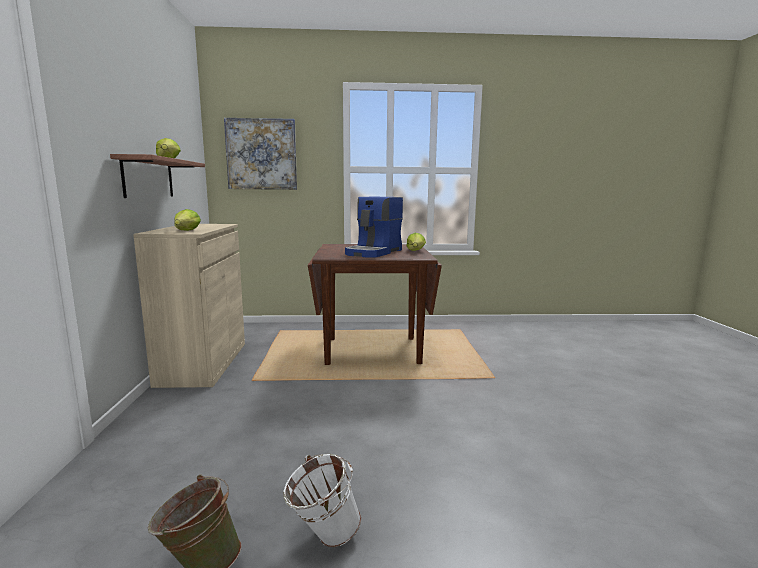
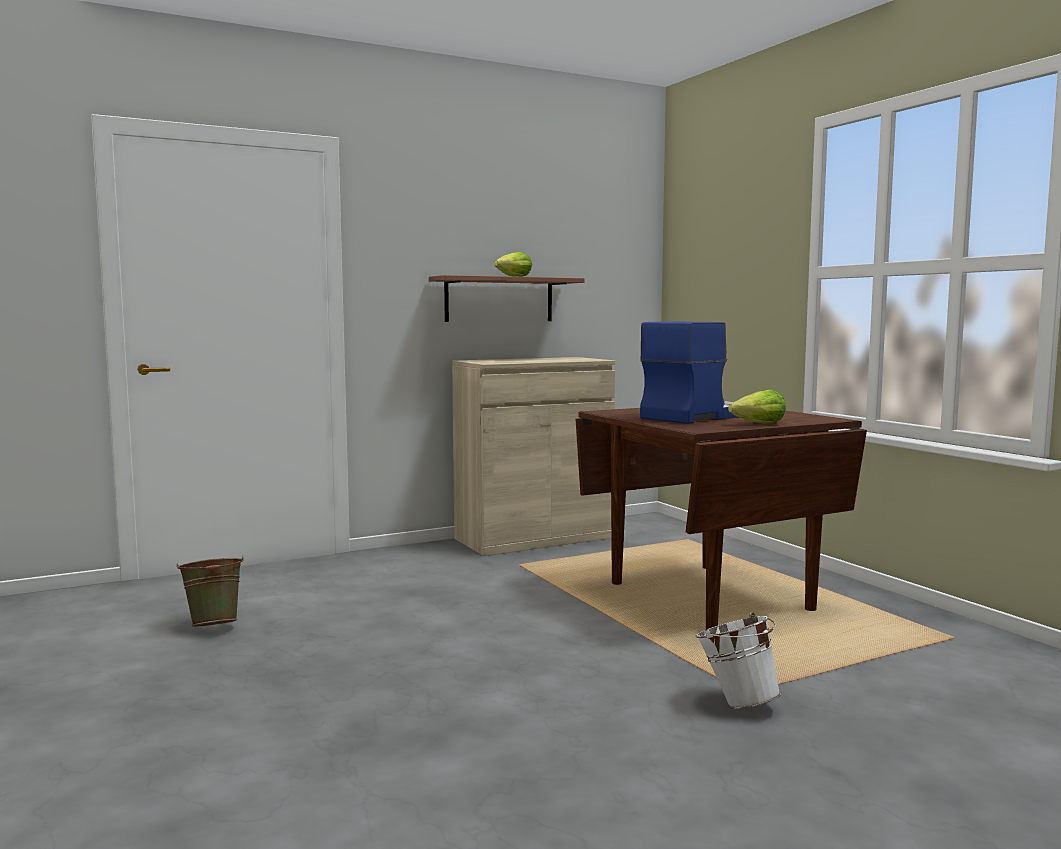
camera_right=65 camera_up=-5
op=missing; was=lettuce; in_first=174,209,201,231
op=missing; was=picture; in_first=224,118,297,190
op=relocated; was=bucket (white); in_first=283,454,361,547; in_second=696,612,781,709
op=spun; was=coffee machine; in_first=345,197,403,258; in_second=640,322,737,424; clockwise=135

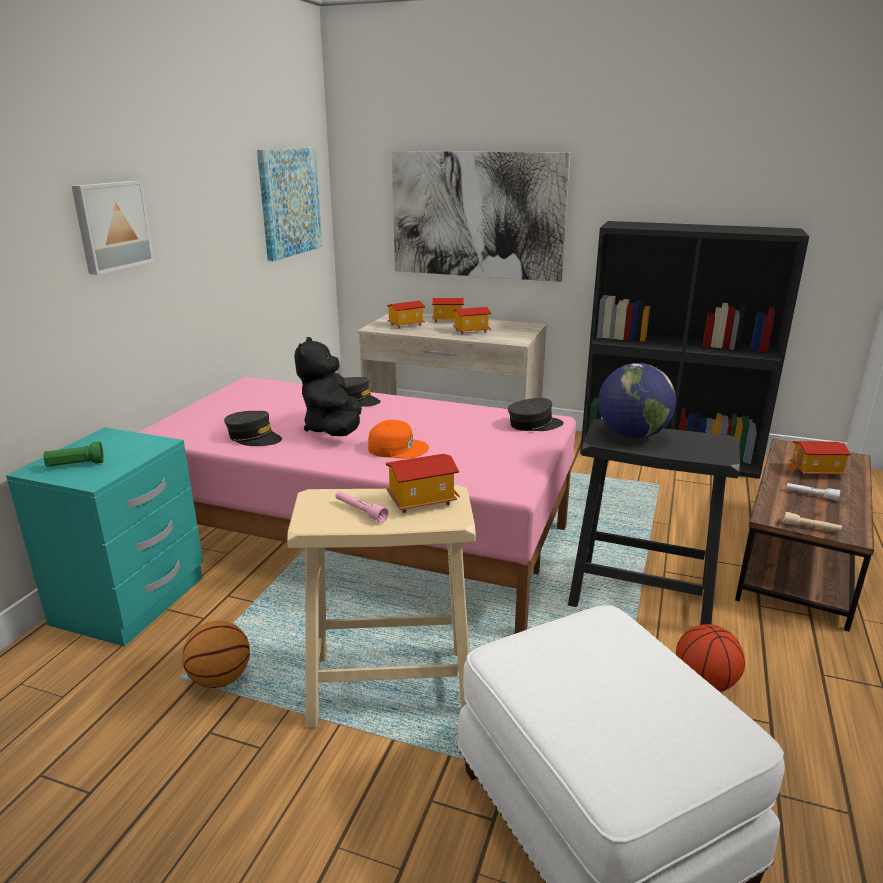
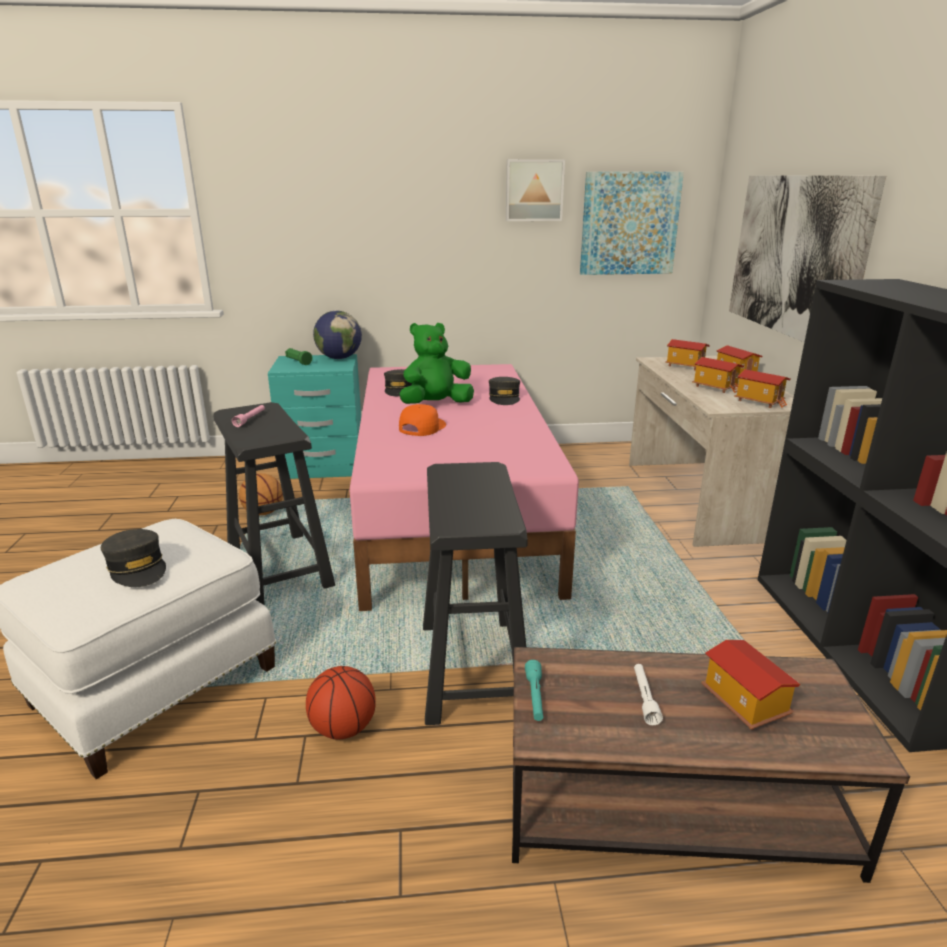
camera_right=65 camera_up=0
op=relocated; was=picture; in_first=72,181,154,275; in_second=506,159,565,221
op=colour; was=stool (beige); now=stool (black); in_first=287,485,476,727; in_second=213,402,335,605
op=colour; was=plush toy (black); now=plush toy (green); in_first=294,337,362,436; in_second=399,323,474,404
op=spun; was=cap (orange); in_first=368,420,429,459; in_second=399,404,446,436; clockwise=-135
op=relocated; was=toy house; in_first=386,454,460,513; in_second=734,369,790,408
op=relocated; was=cap (grey); in_first=508,398,564,431; in_second=101,529,166,587
op=relocated; was=globe; in_first=599,363,676,439; in_second=313,311,362,359
op=colour; was=flashlight (beige); now=flashlight (turquoise); in_first=783,512,842,532; in_second=525,660,543,721

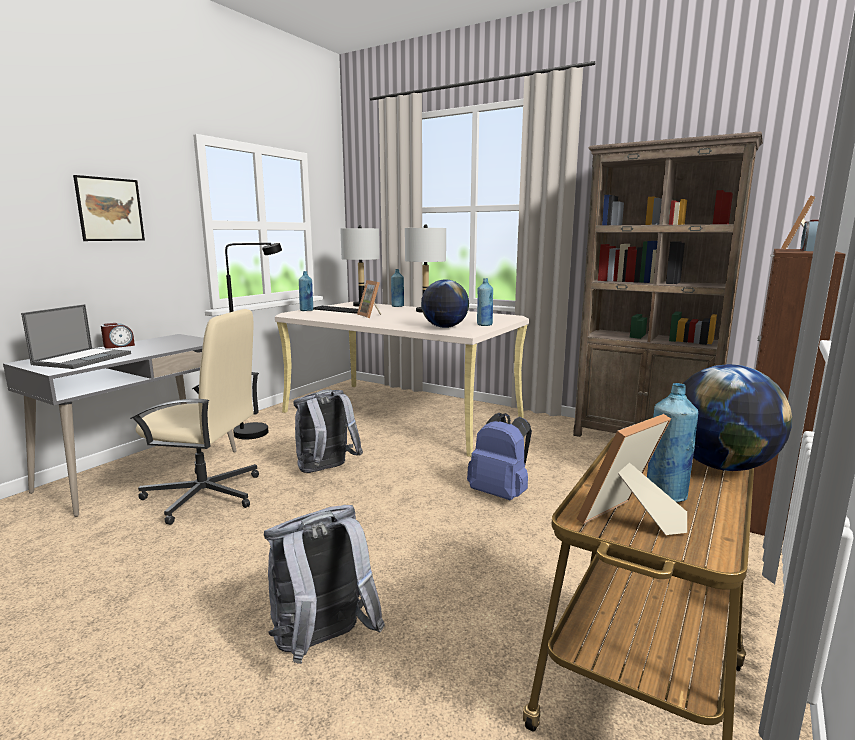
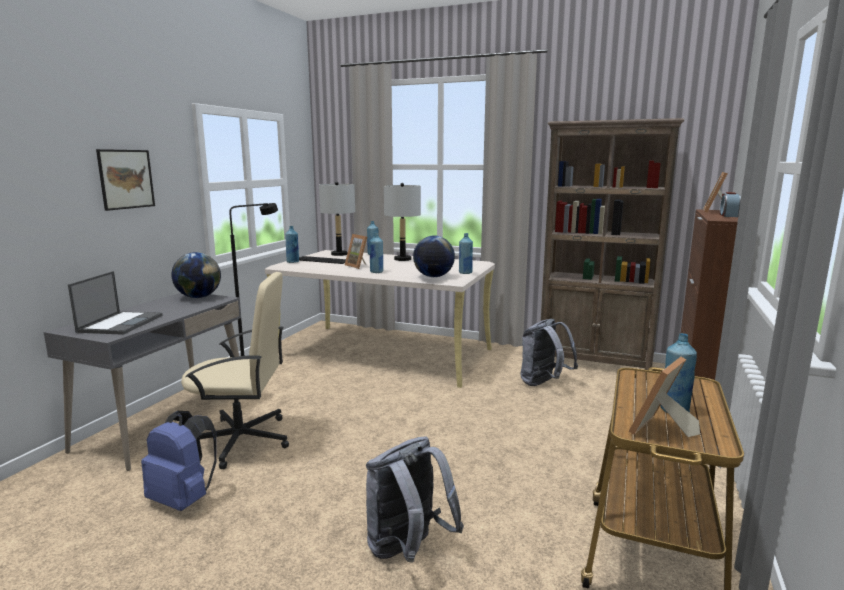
camera_right=-10 camera_up=0
op=missing; was=alarm clock; in_first=101,323,135,349
op=relocated; was=backpack (grey); in_first=293,389,363,473; in_second=521,319,578,386
op=relocated; was=backpack (blue); in_first=467,413,532,500; in_second=141,411,217,511
op=relocated; was=globe; in_first=683,364,792,471; in_second=171,252,221,298
op=appeared; now=bottle (blue); in_second=369,232,383,273

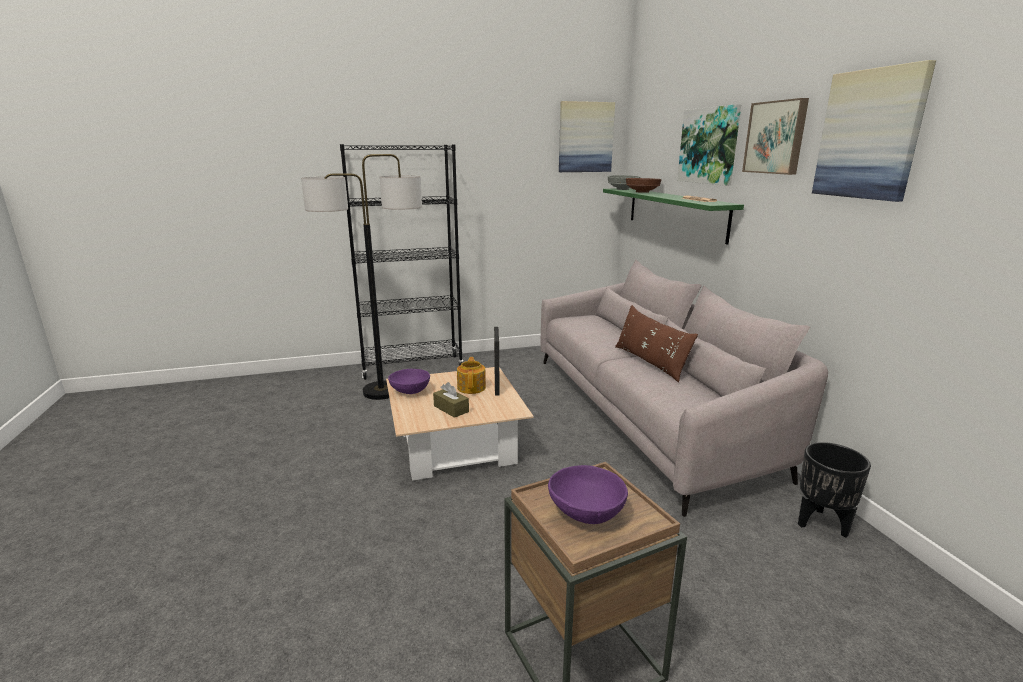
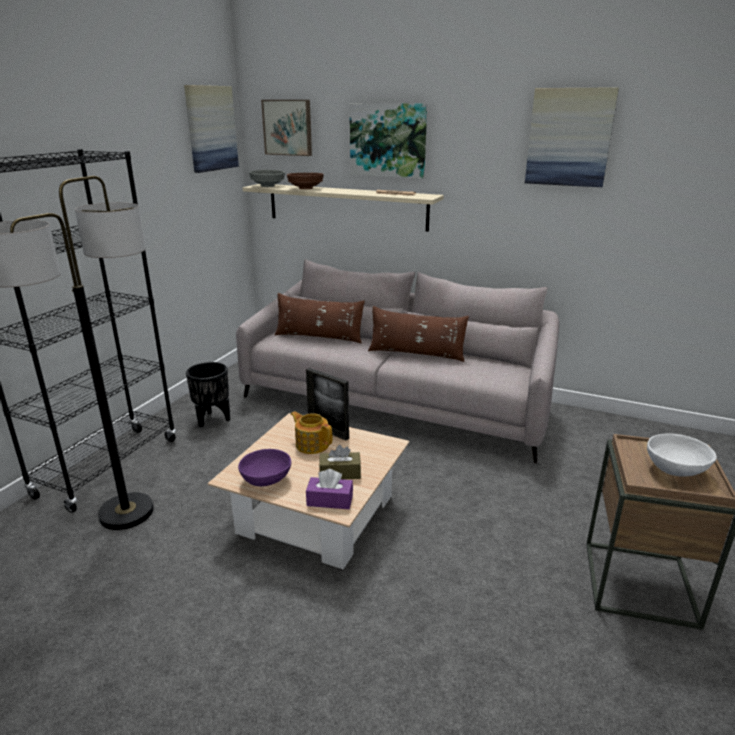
camera_right=-50 camera_up=5
op=colour; was=bowl (purple); now=bowl (white); in_first=548,465,628,524; in_second=647,433,717,477
op=colour; was=shelf (green); now=shelf (beige); in_first=603,188,744,245; in_second=243,184,444,232
op=relocated; was=picture; in_first=742,98,809,175; in_second=261,100,312,156
op=relocated; was=planter (black); in_first=798,442,871,538; in_second=186,362,230,428
op=appeared; now=pillow (brown); in_second=275,293,365,343
op=appeared; now=tissue box (purple); in_second=306,469,353,509

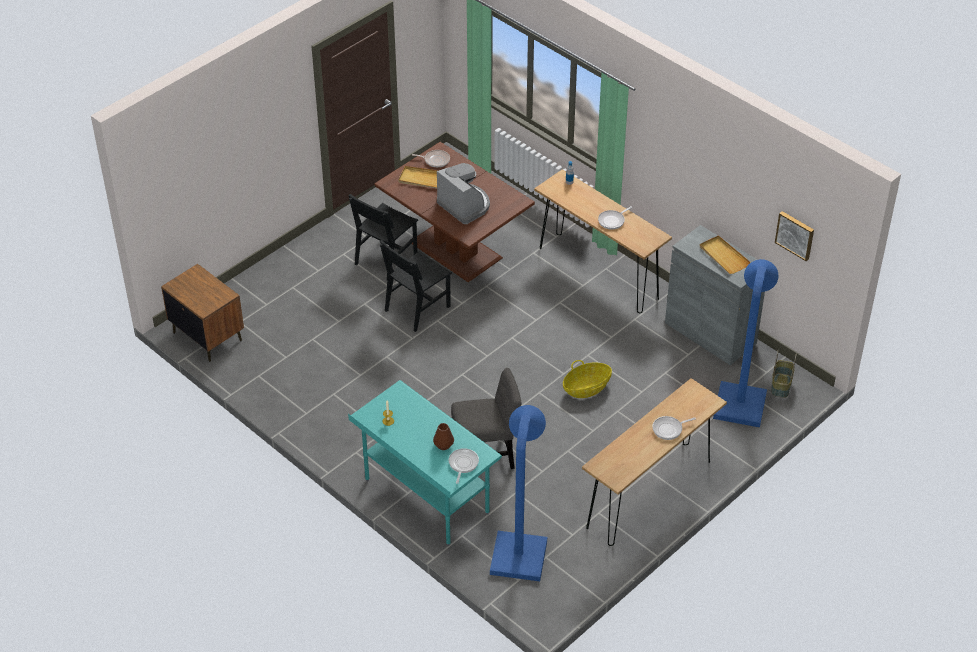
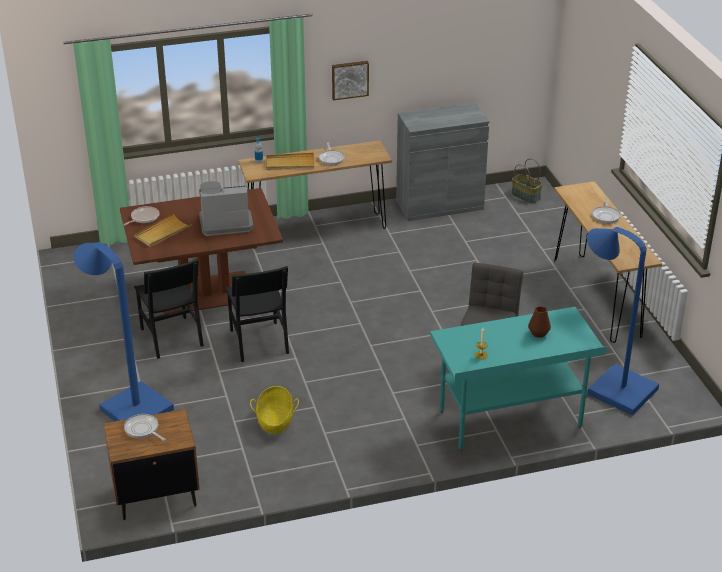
camera_right=-60 camera_up=-10
op=relocated; was=frying pan; in_first=449,448,479,484; in_second=124,414,166,441
op=relocated; was=basket; in_first=563,360,612,398; in_second=250,386,299,434
op=relocated; was=tray (beige); in_first=699,235,751,274; in_second=266,153,314,170
op=relocated; was=floor lamp (blue); in_first=713,259,779,427; in_second=73,242,174,421
op=relocated; was=picture; in_first=775,211,814,261; in_second=332,61,369,100

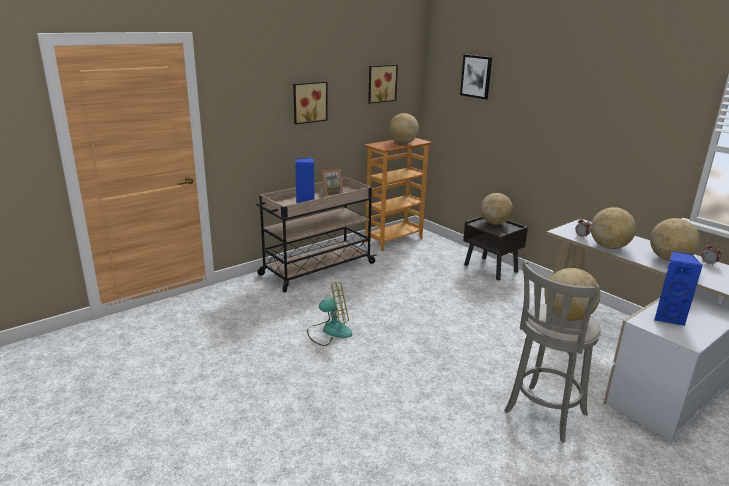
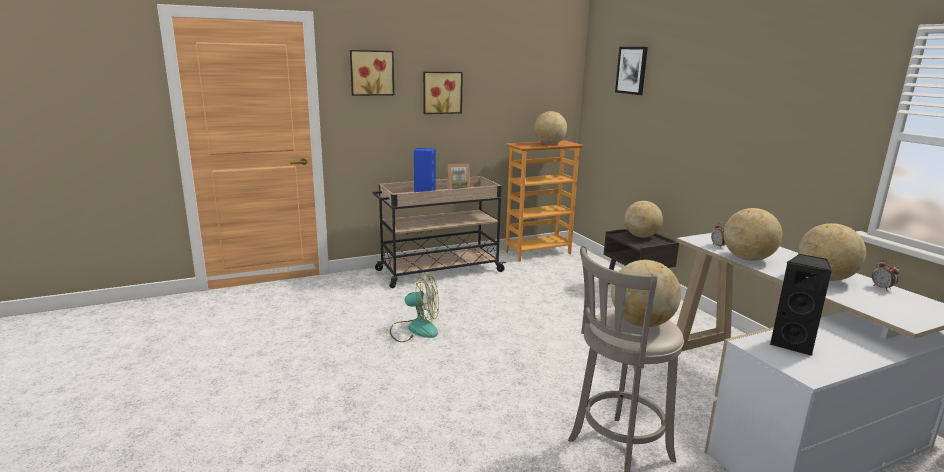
camera_right=15 camera_up=-5
op=relocated; was=picture; in_first=368,65,398,104; in_second=350,50,394,96
op=colour; was=speaker (blue); now=speaker (black); in_first=655,252,703,326; in_second=770,254,832,356

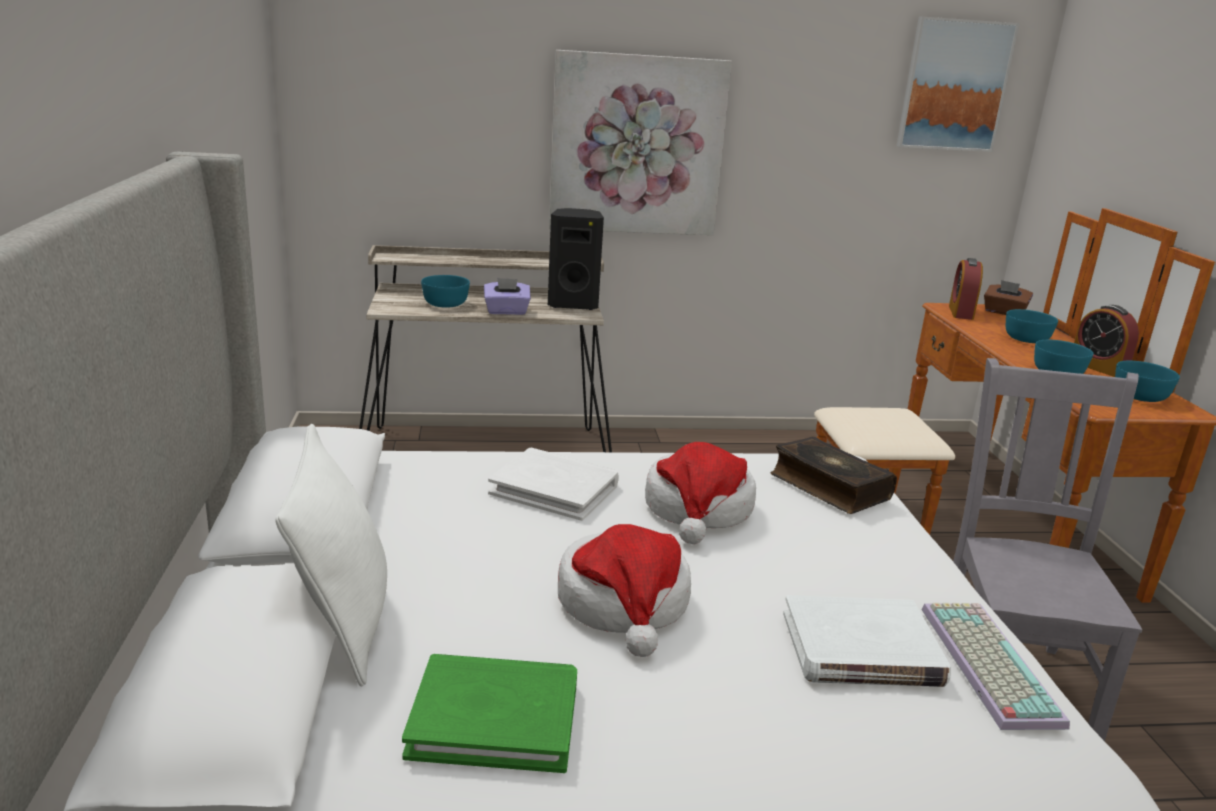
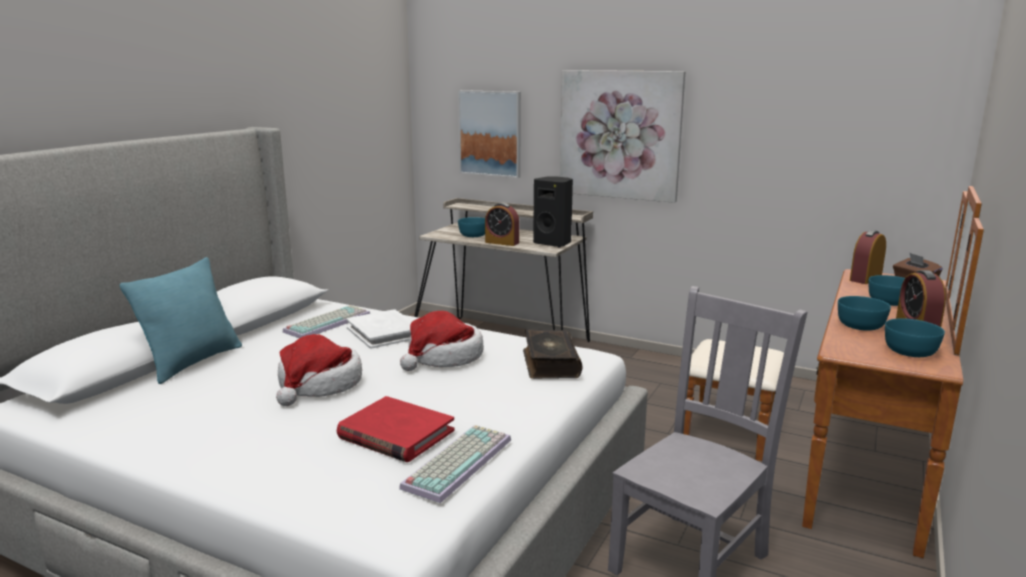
camera_right=35 camera_up=-5
op=colour; was=pillow (white); now=pillow (turquoise); in_first=275,424,387,687; in_second=120,257,242,384
op=missing; was=book (green); in_first=402,654,577,773
op=exchanged; was=tissue box (purple); now=alarm clock; in_first=484,278,531,315; in_second=485,203,519,246
op=colour; was=book (white); now=book (red); in_first=783,595,951,687; in_second=337,396,455,462
op=relocated; was=picture; in_first=896,16,1019,152; in_second=458,90,521,178
op=appeared; now=keyboard; in_second=283,305,370,338

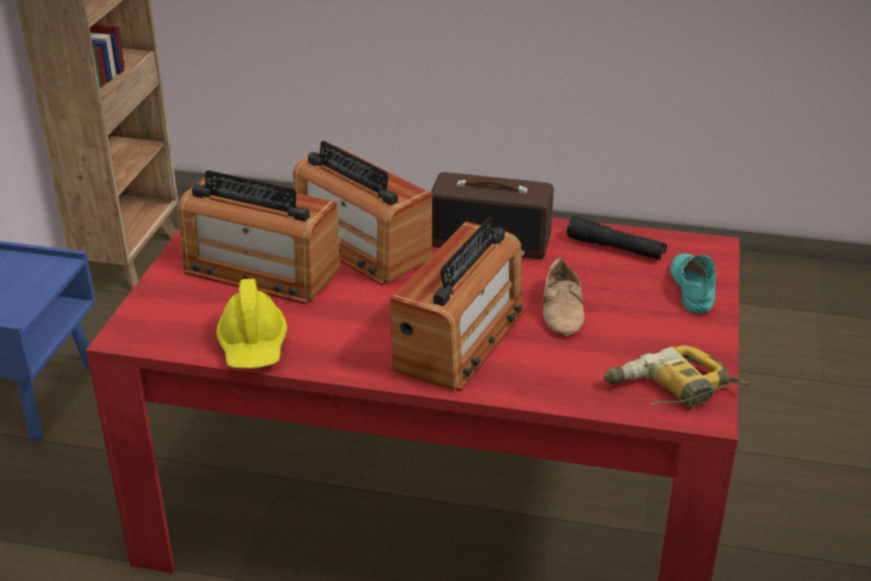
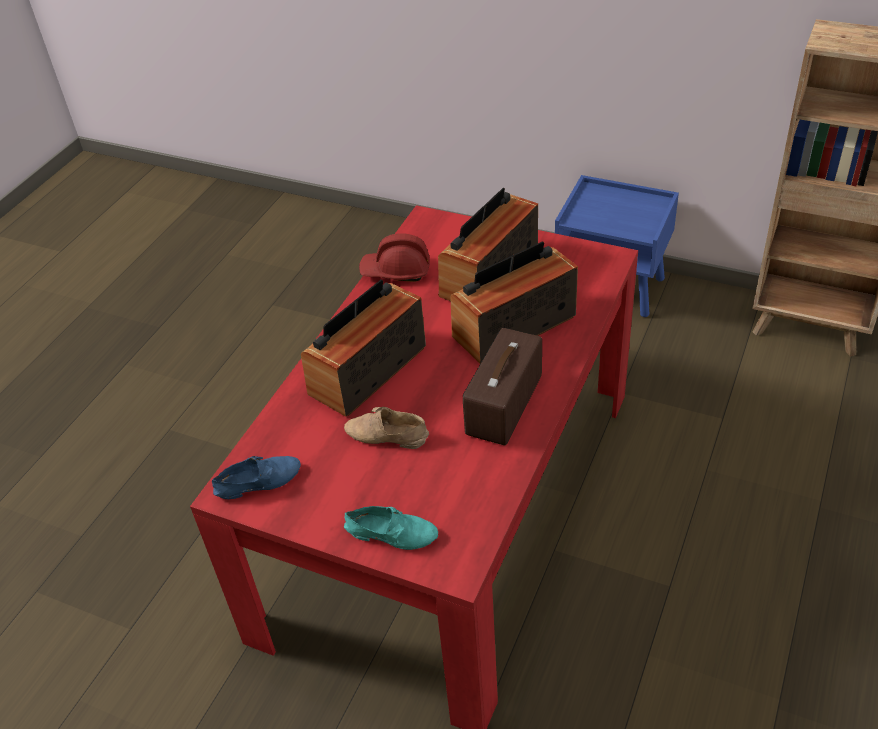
camera_right=105 camera_up=10
op=colour; was=hard hat (yellow); now=hard hat (red); in_first=216,279,287,369; in_second=359,233,430,281
op=spun; was=radio; in_first=391,218,525,391; in_second=301,279,426,417; clockwise=90
op=missing; was=flashlight (black); in_first=567,216,667,260
op=exchanged; was=power drill; now=shoe (blue); in_first=604,345,750,408; in_second=212,456,301,499

